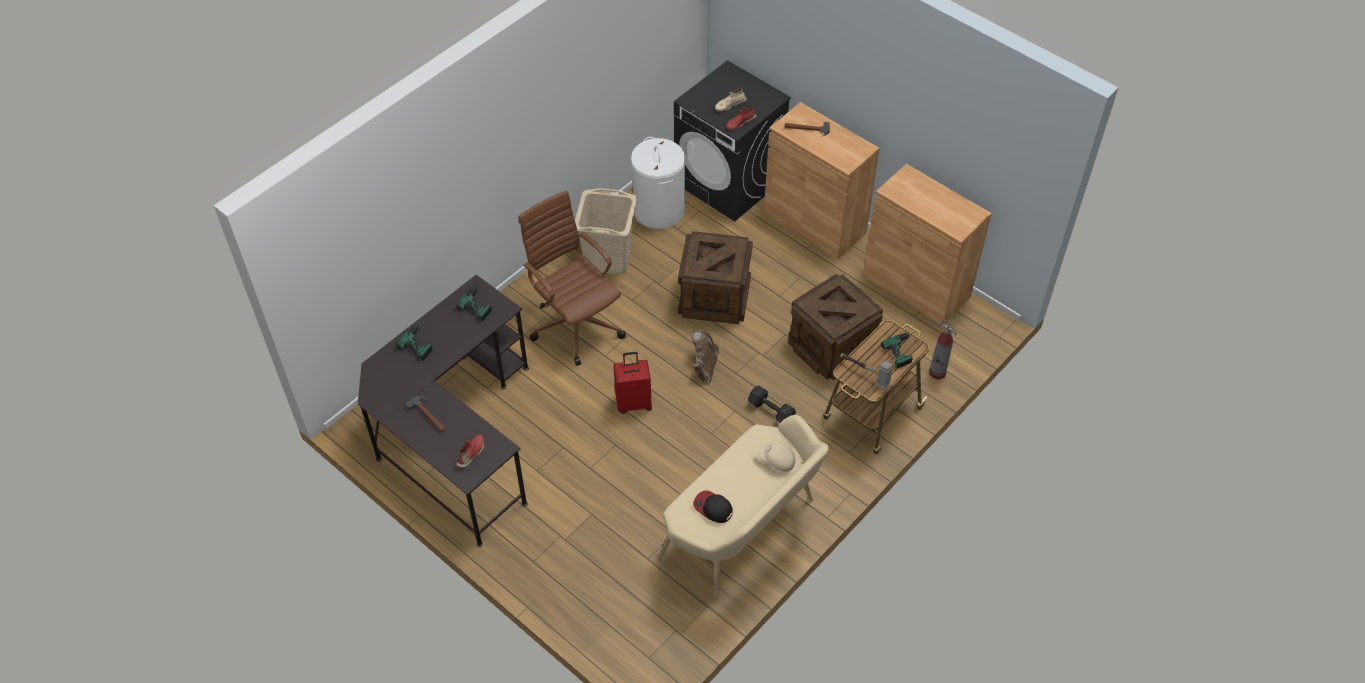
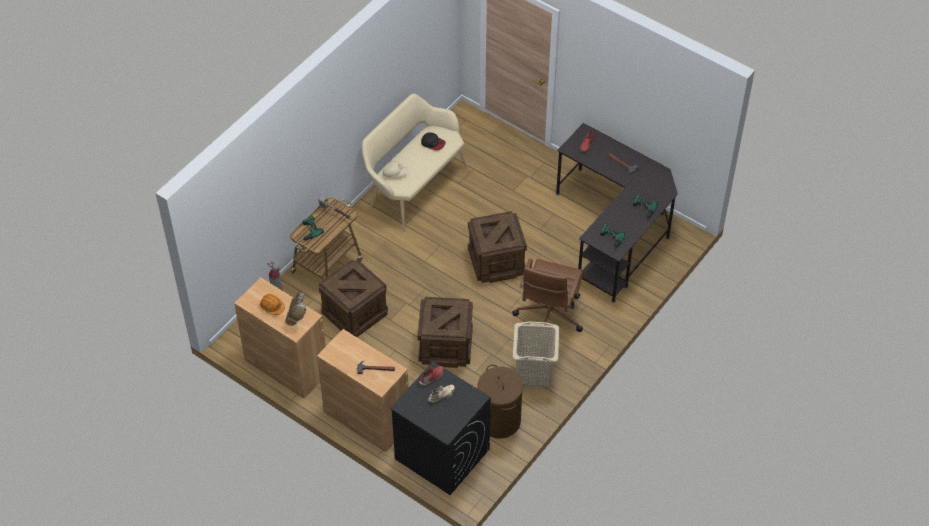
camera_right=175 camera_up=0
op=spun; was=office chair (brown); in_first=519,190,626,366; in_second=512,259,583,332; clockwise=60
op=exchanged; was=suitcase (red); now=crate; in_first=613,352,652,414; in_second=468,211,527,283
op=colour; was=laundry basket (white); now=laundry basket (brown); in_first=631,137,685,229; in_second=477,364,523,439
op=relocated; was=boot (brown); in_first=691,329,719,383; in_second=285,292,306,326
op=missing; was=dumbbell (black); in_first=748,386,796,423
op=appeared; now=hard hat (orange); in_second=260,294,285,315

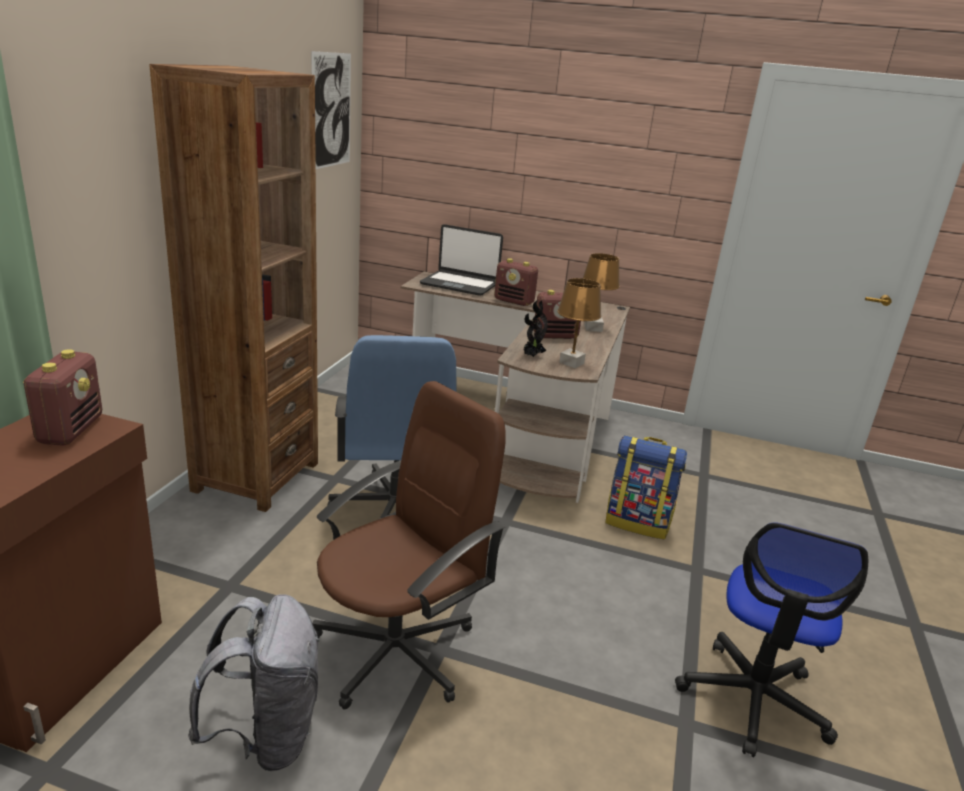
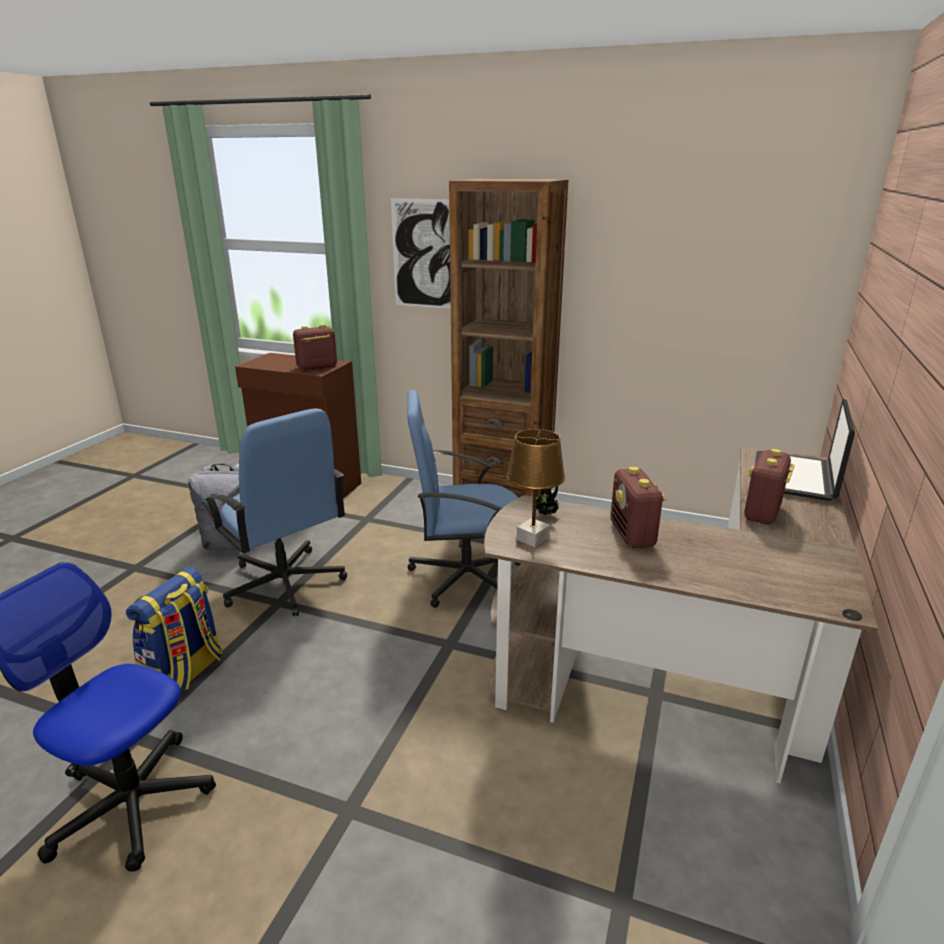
camera_right=95 camera_up=0
op=spun; was=radio; in_first=23,349,102,446; in_second=293,324,337,370; clockwise=150
op=relocated; was=picture; in_first=311,51,351,169; in_second=391,198,451,309
op=colour; was=office chair (brown); now=office chair (blue); in_first=312,381,506,709; in_second=204,408,347,616
op=missing; was=table lamp (brown); in_first=583,253,620,332
op=relocated; was=backpack; in_first=605,436,687,539; in_second=126,567,223,690

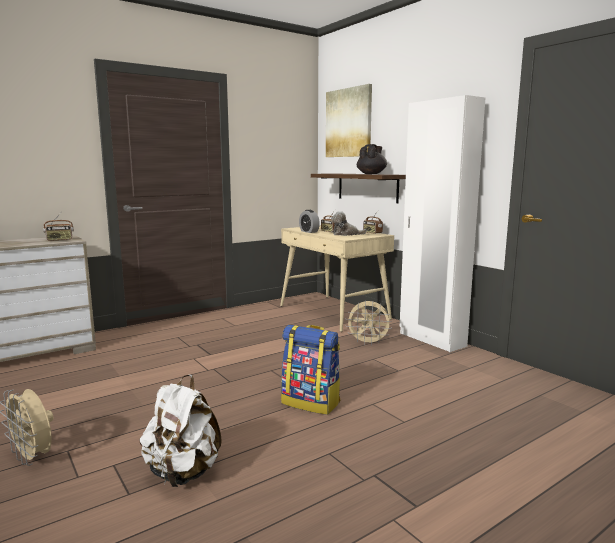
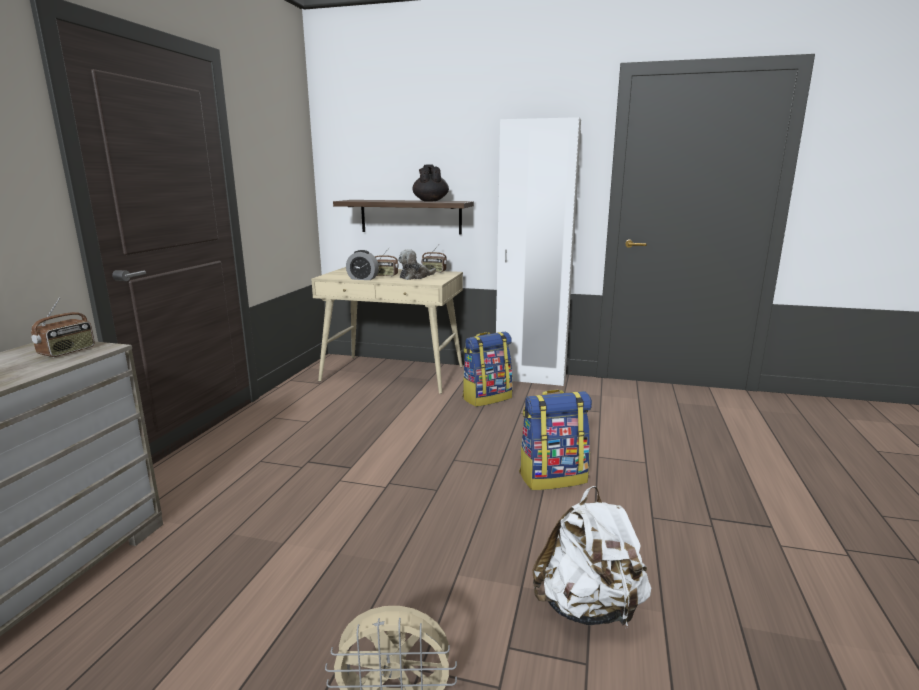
camera_right=-40 camera_up=5
op=missing; was=picture; in_first=326,84,372,157
op=exchanged; was=fan (beige); now=backpack; in_first=345,301,392,346; in_second=462,332,513,407

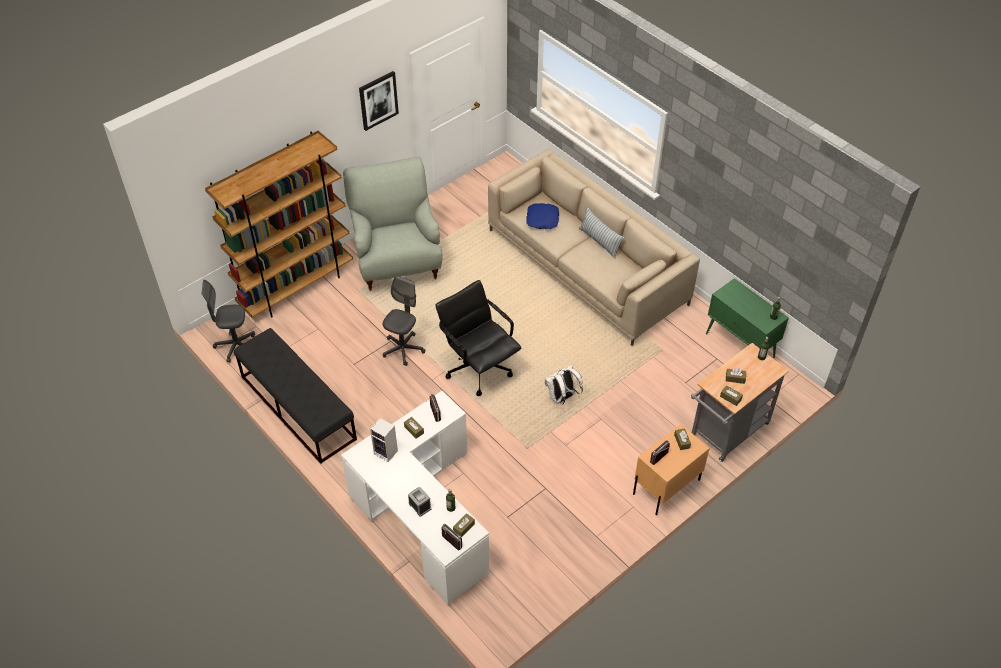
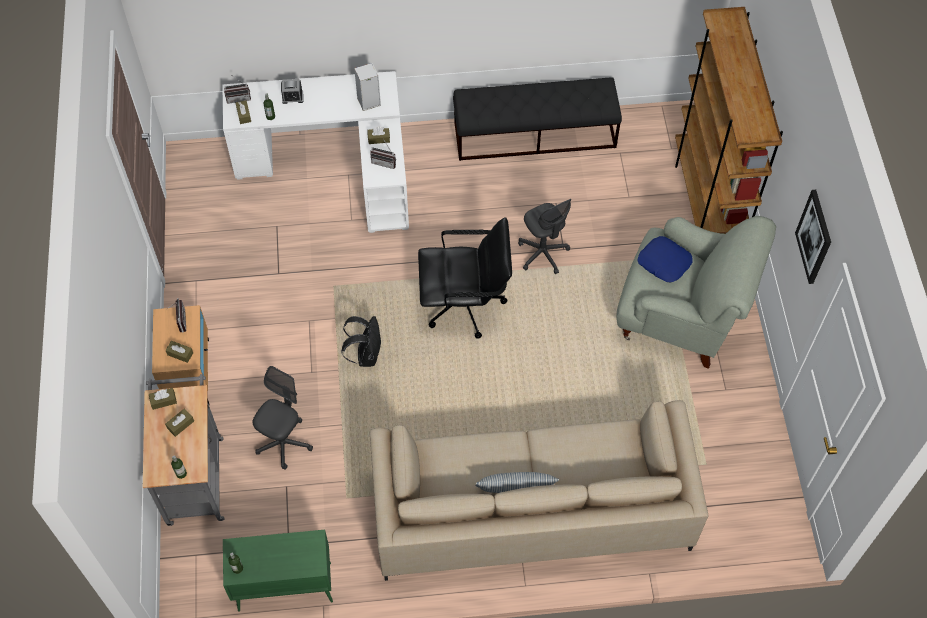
camera_right=125 camera_up=10
op=relocated; was=office chair (grey); in_first=202,280,255,363; in_second=252,366,313,470
op=relocated; was=pillow (blue); in_first=526,203,559,229; in_second=638,236,693,282
op=colour; was=backpack (white); now=backpack (black); in_first=545,365,583,405; in_second=341,316,382,367

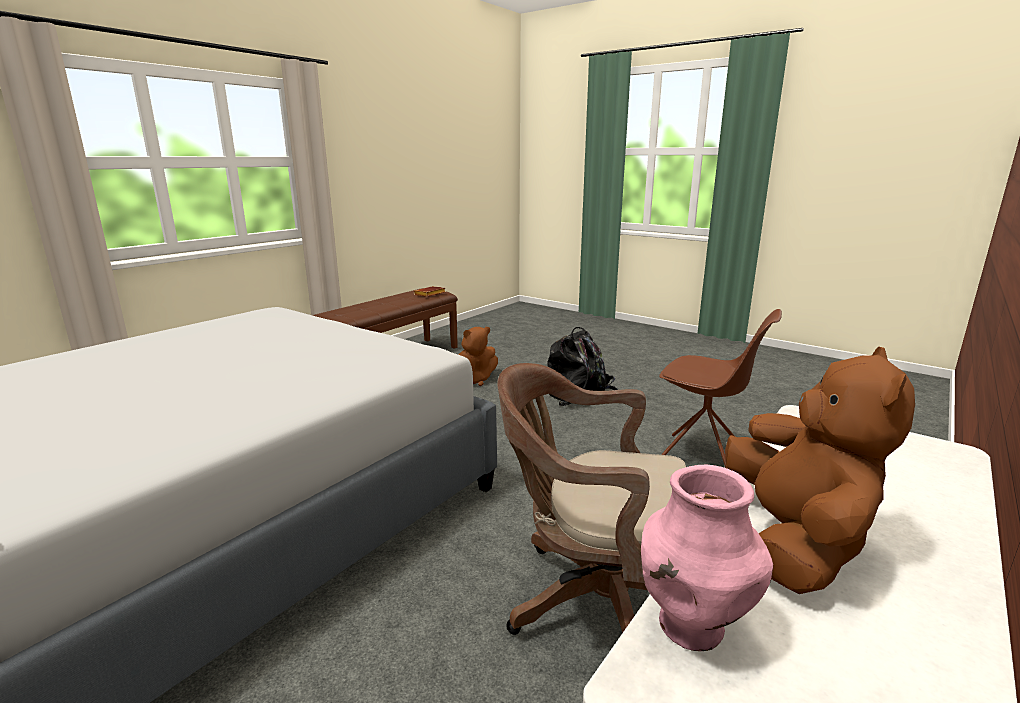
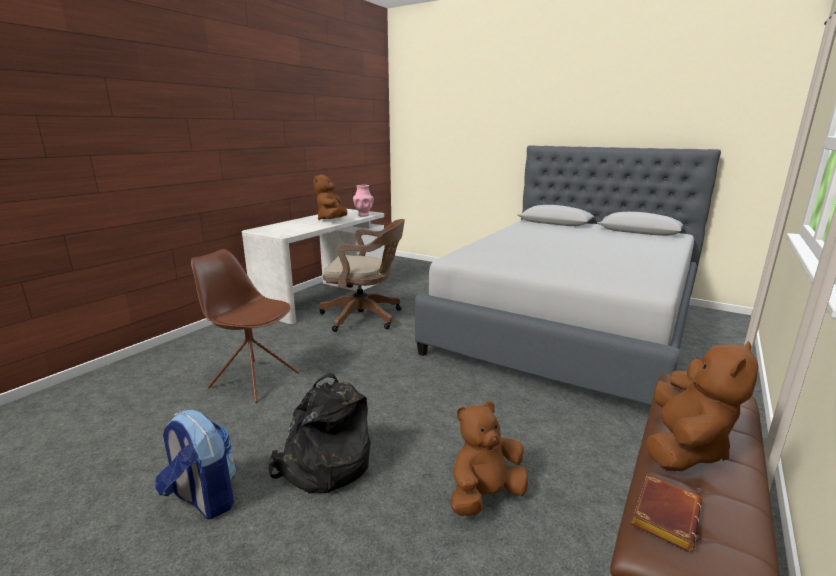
camera_right=175 camera_up=0
op=appeared; now=backpack; in_second=155,410,236,519
op=appeared; now=plush toy (brown); in_second=645,341,758,471

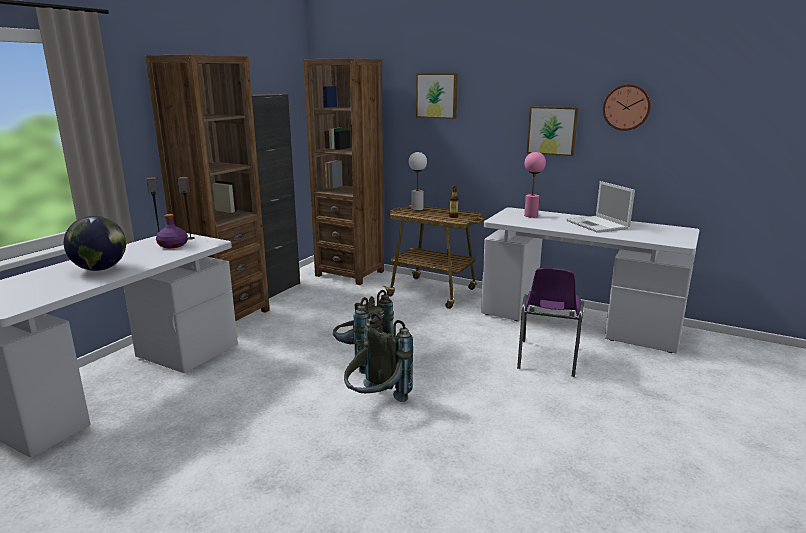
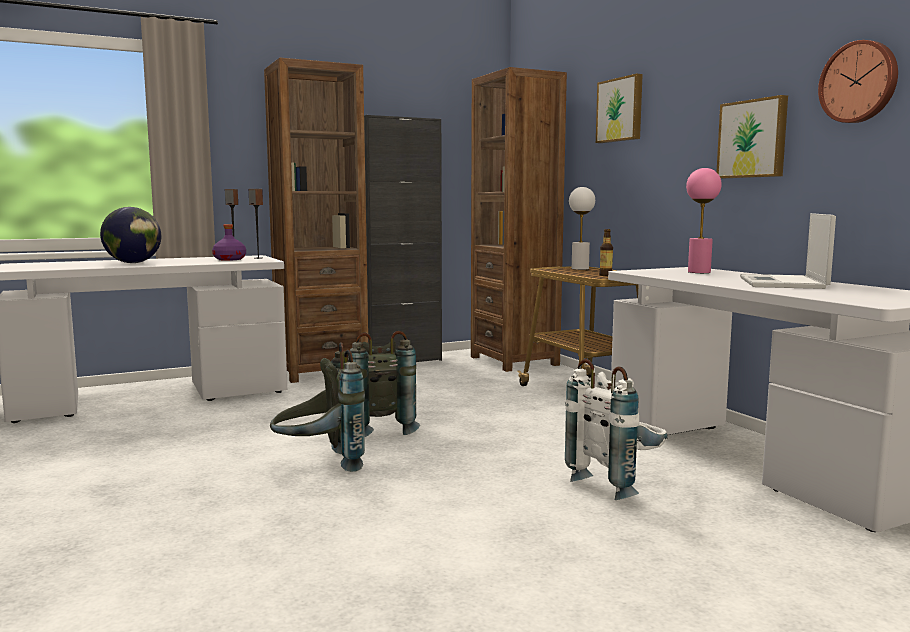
camera_right=35 camera_up=-10
op=exchanged; was=chair (purple); now=backpack (white); in_first=517,268,584,377; in_second=565,359,668,500

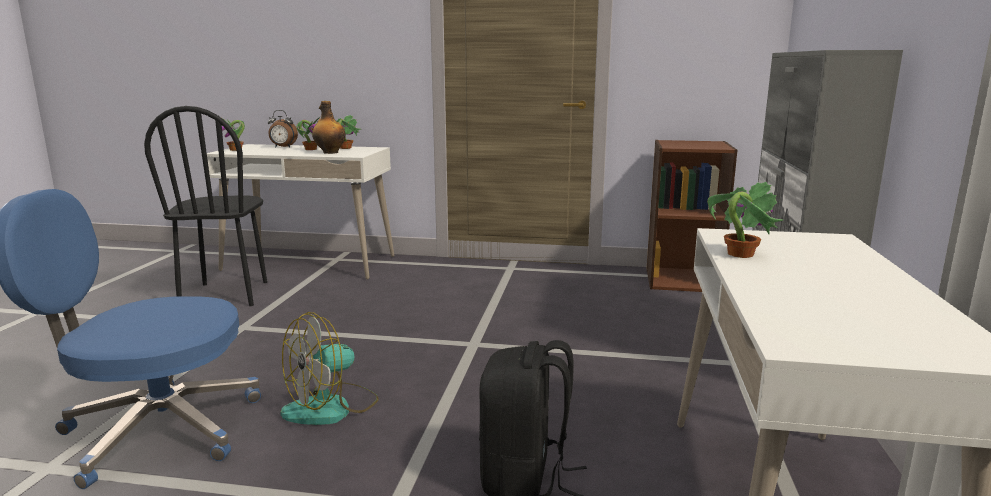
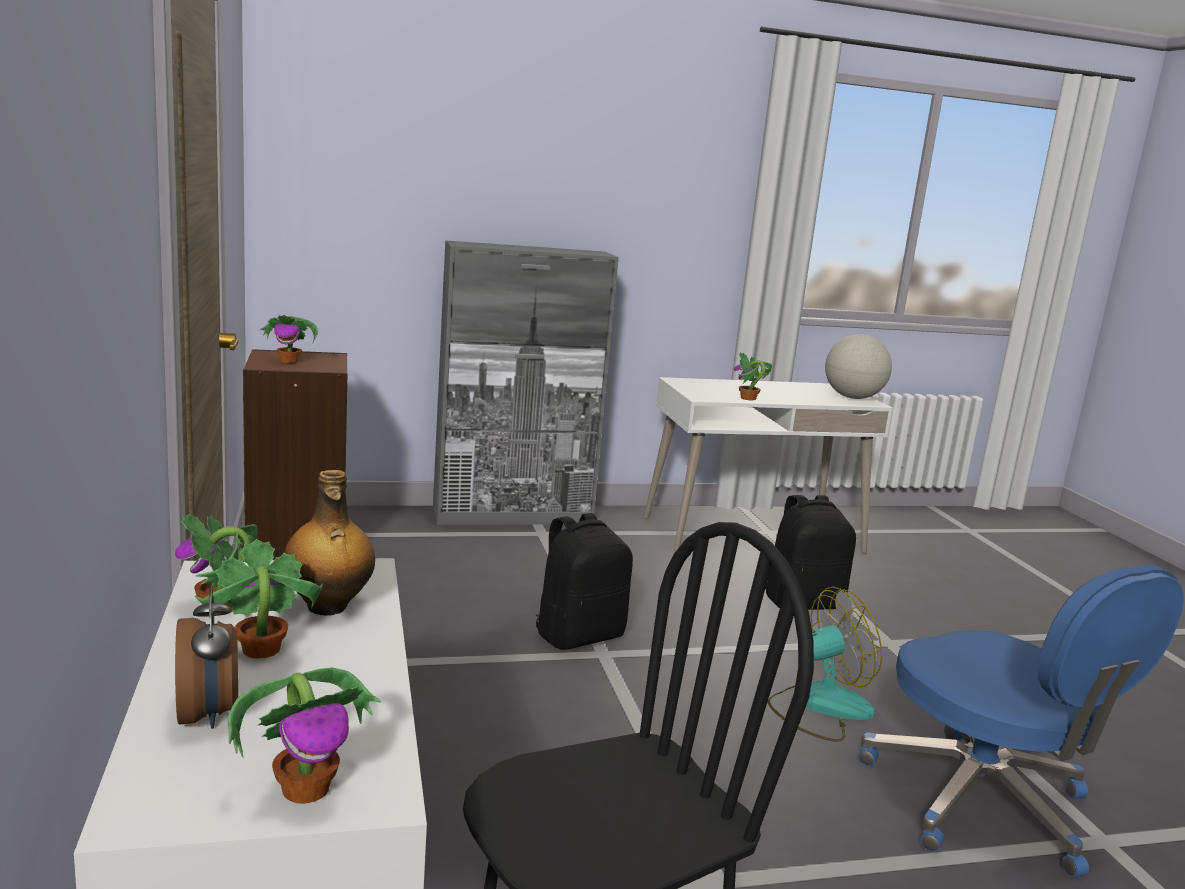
camera_right=-115 camera_up=0
op=spun; was=fan; in_first=281,312,379,425; in_second=768,586,882,742; clockwise=-45
op=appeared; now=potted plant; in_second=260,315,318,363
op=appeared; now=backpack (black); in_second=536,513,633,650
op=appeared; now=globe; in_second=825,334,892,399

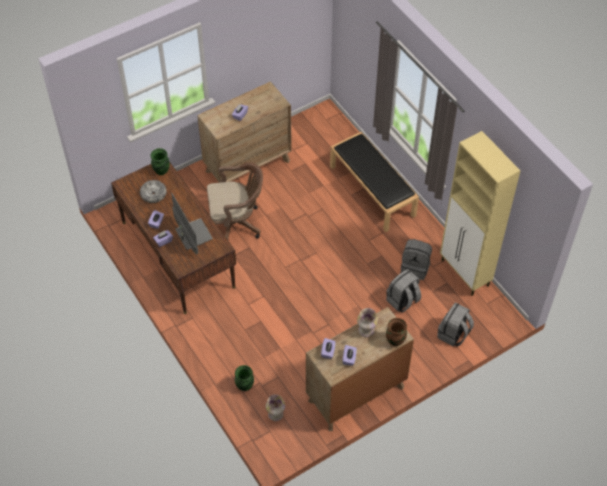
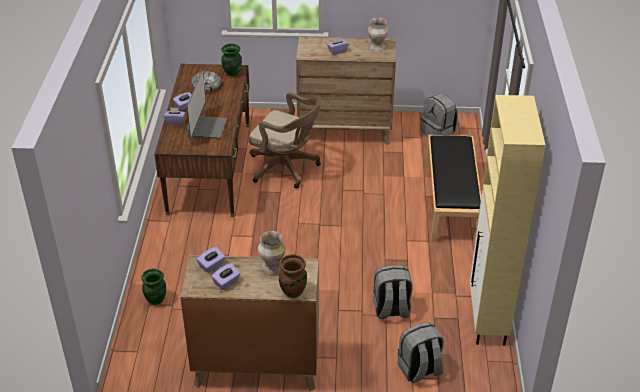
camera_right=35 camera_up=-15
op=relocated; was=vase; in_first=266,394,285,421; in_second=368,18,388,51
op=relocated; was=backpack (grey); in_first=401,239,432,280; in_second=421,93,458,136

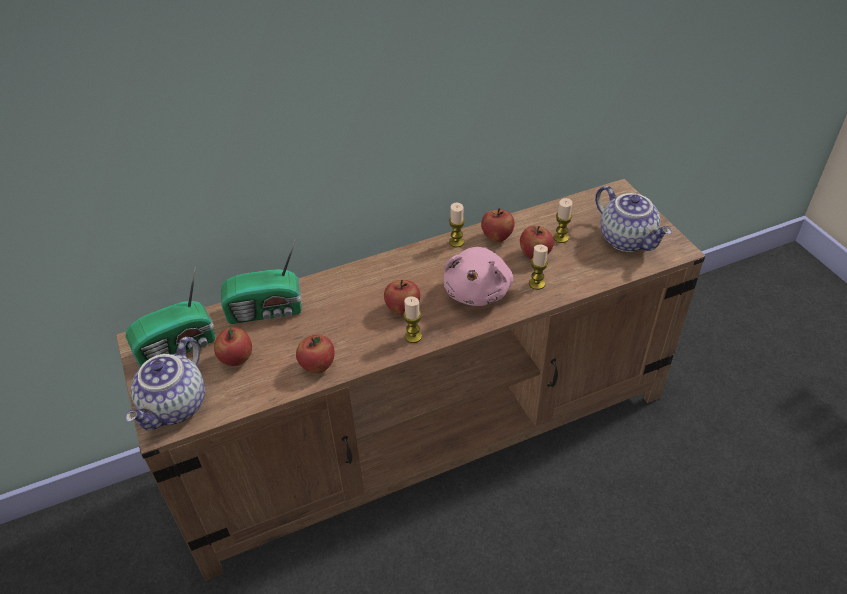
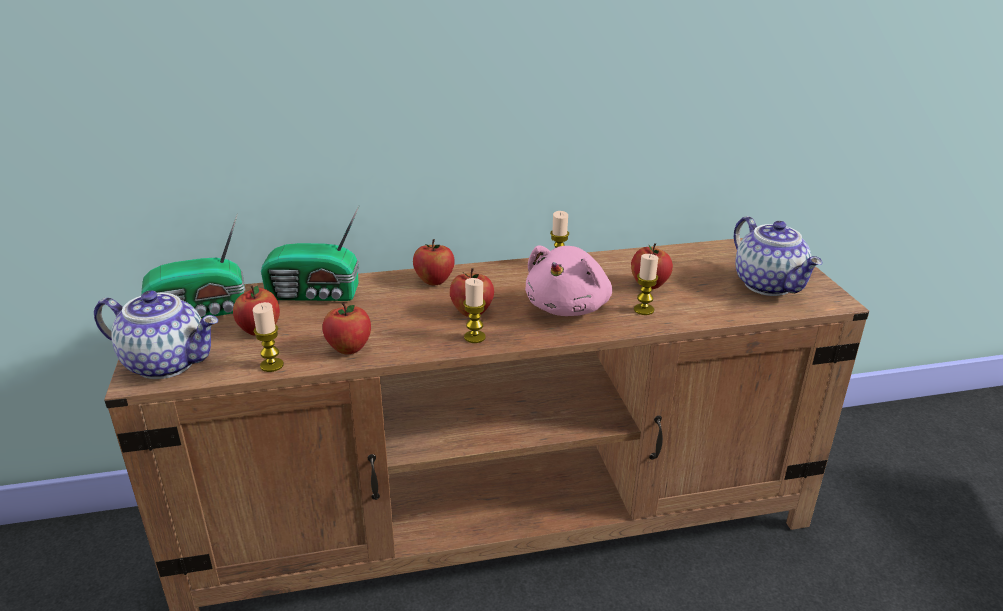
camera_right=10 camera_up=-15
op=spun; was=teapot; in_first=126,337,205,430; in_second=94,290,218,379; clockwise=-105
op=relocated; was=apple; in_first=481,208,514,242; in_second=413,239,455,285
op=relocated; was=candle; in_first=553,198,572,243; in_second=253,302,284,372

